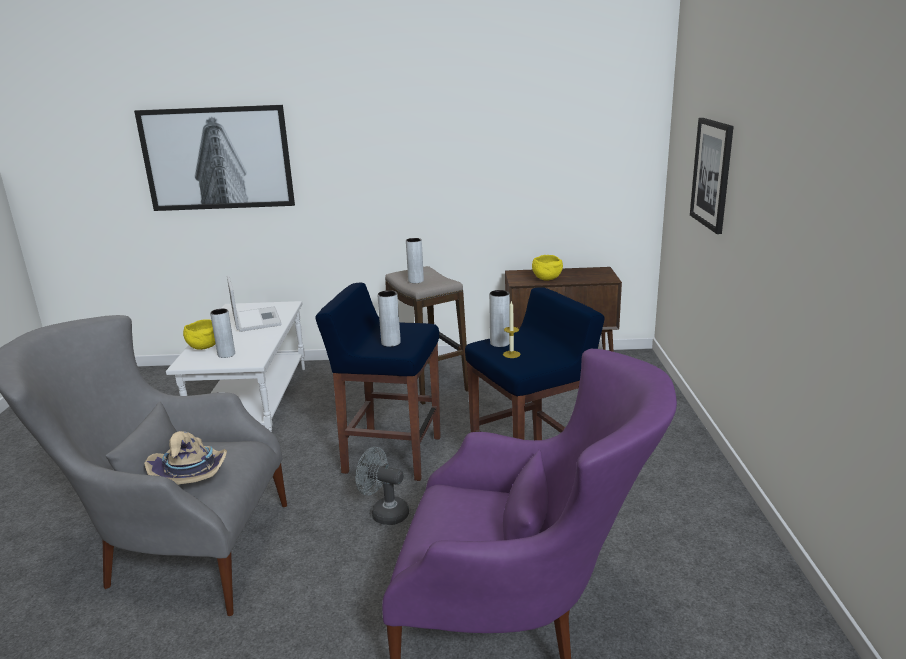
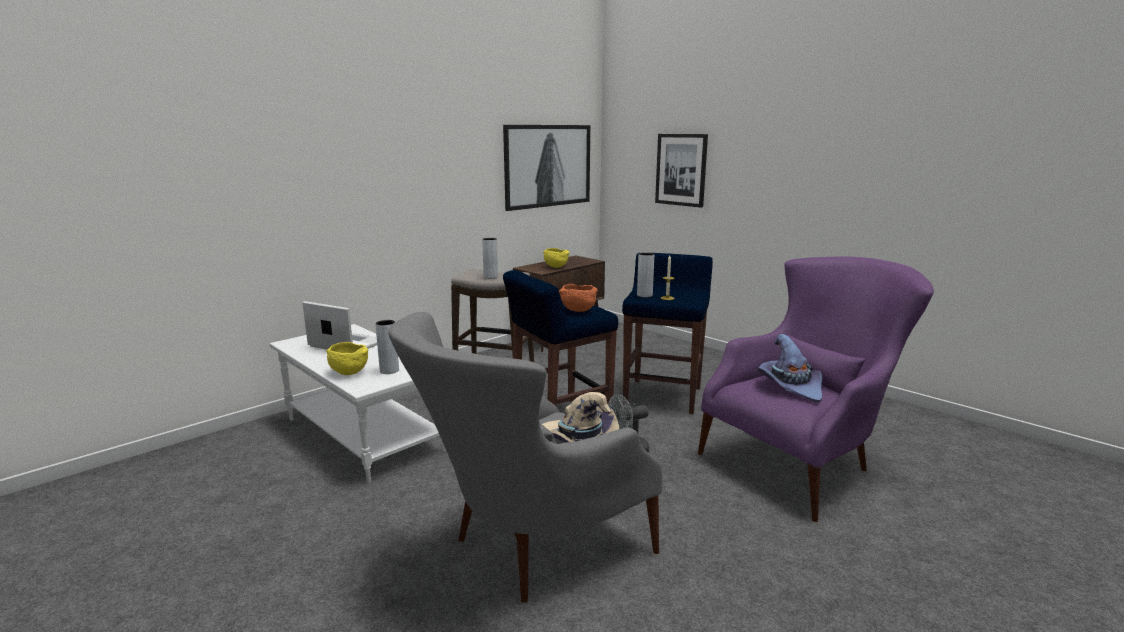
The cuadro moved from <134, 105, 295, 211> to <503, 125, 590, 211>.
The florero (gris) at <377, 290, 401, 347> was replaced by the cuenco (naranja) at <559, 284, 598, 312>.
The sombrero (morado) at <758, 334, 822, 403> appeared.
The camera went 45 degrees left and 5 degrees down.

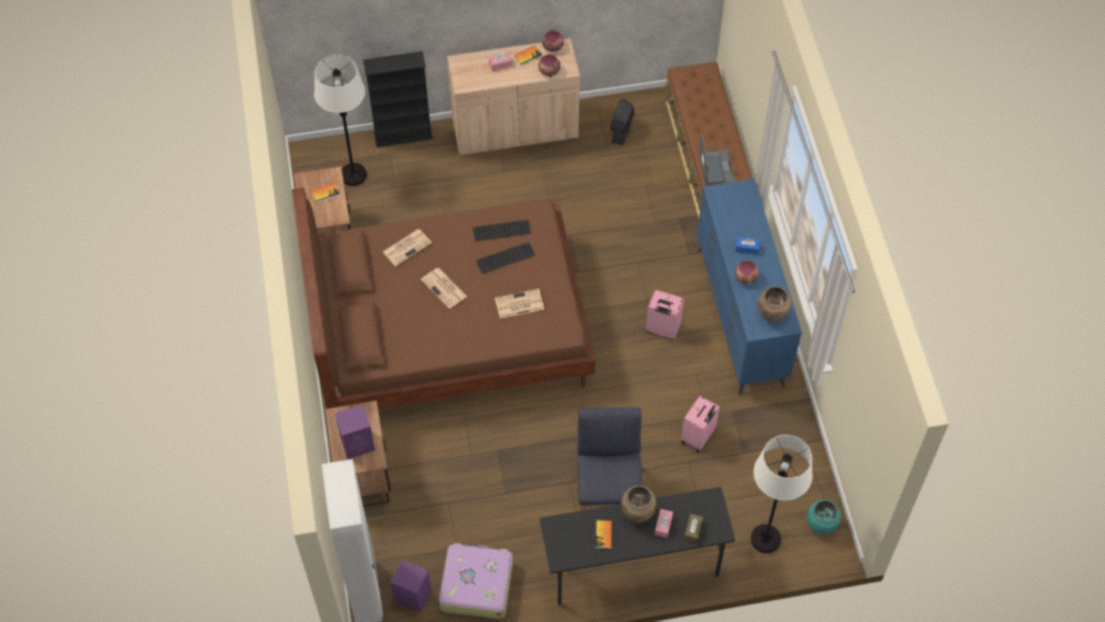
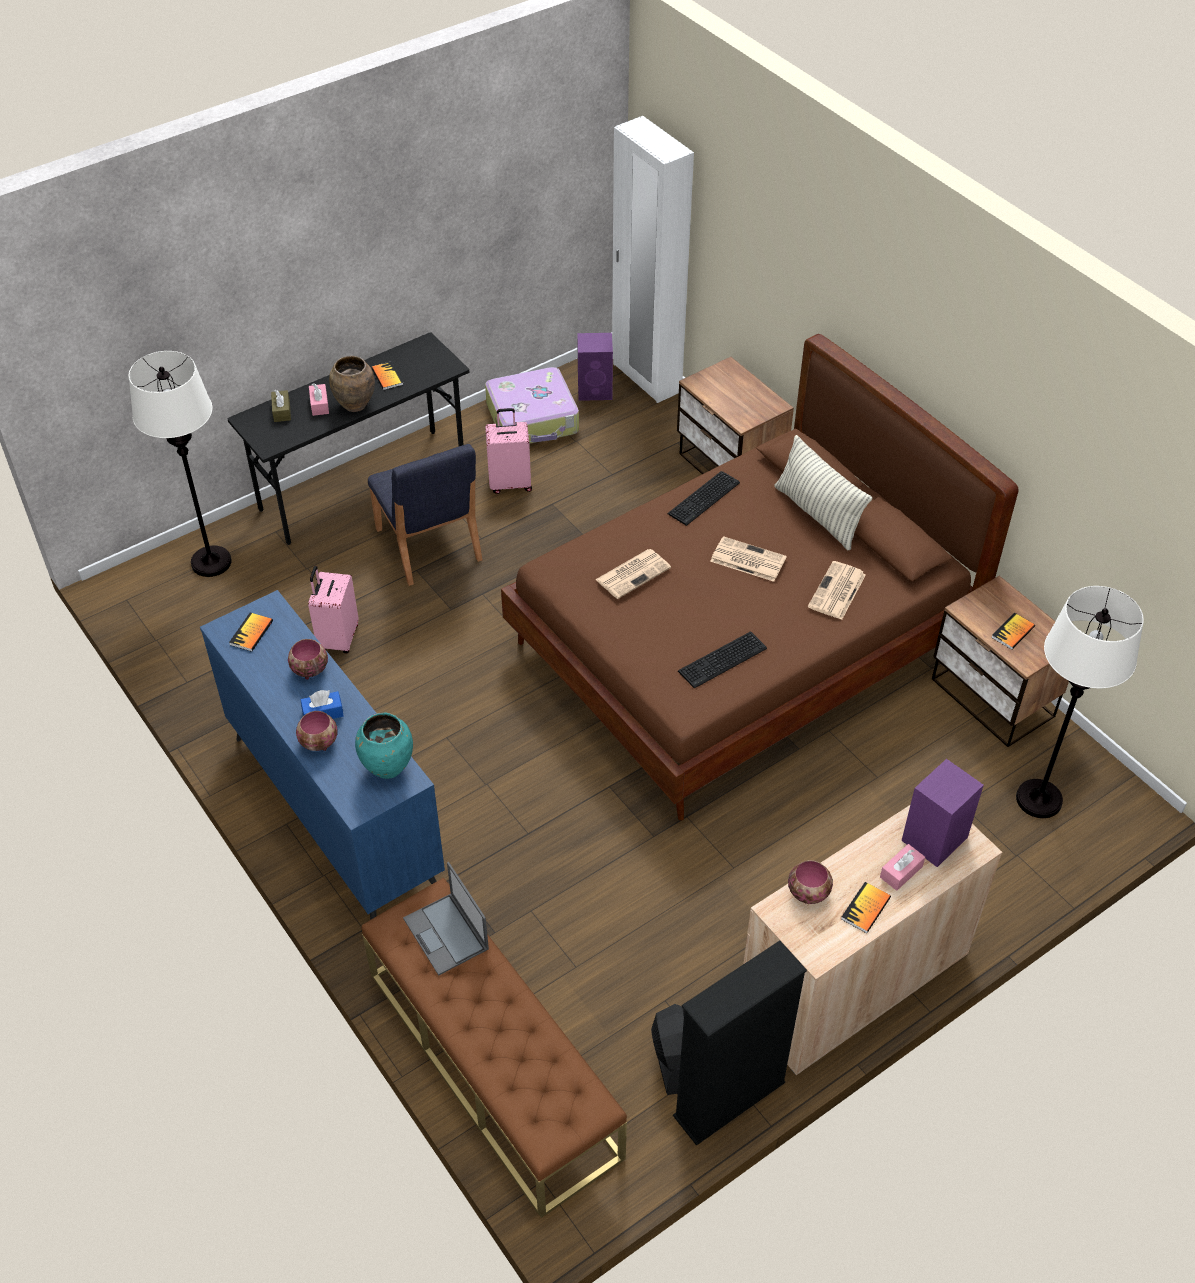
The cuenco moved from <542, 30, 564, 52> to <296, 711, 338, 751>.
The estantería (negro) moved from <363, 51, 433, 147> to <673, 941, 807, 1146>.
The teclado moved from <476, 242, 535, 274> to <667, 471, 740, 526>.
The florero (marrón) at <758, 286, 791, 323> was replaced by the libro at <229, 612, 273, 652>.
The maleta (rosa) moved from <646, 290, 684, 340> to <485, 408, 532, 494>.
The altavoz (morado) moved from <335, 405, 375, 459> to <902, 759, 984, 867>.
The florero (turquesa) moved from <807, 500, 841, 535> to <355, 713, 413, 779>.
The cojín at <774, 435, 873, 550> appeared.
The camera went 155 degrees right and 10 degrees down.

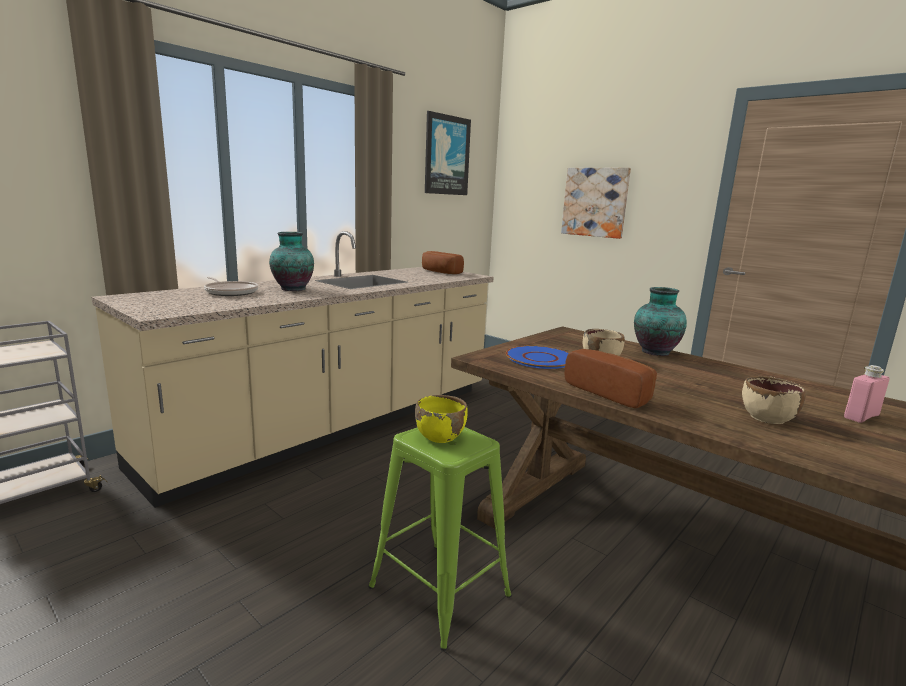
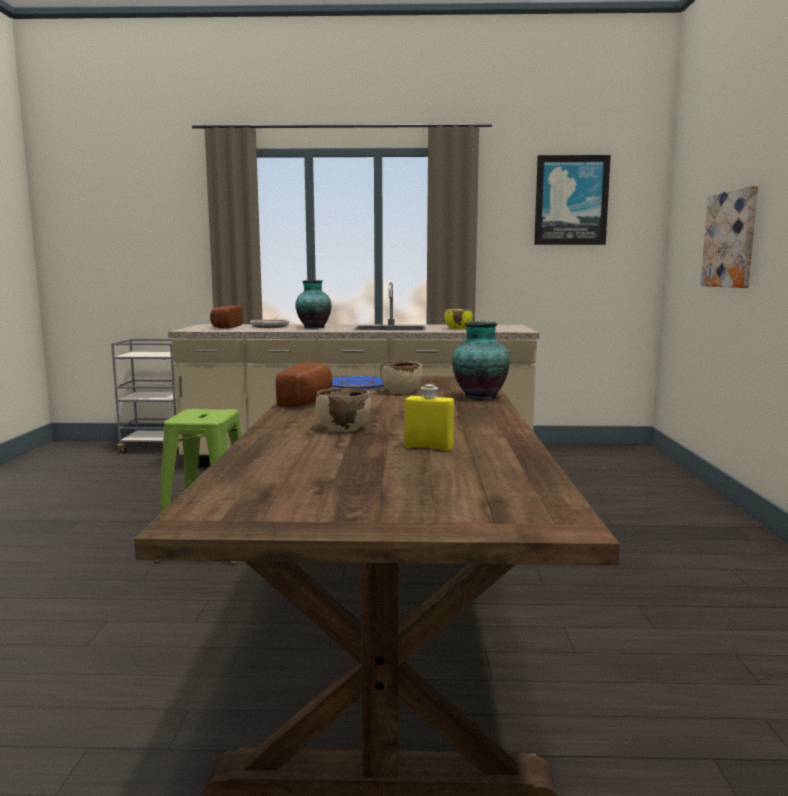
The pan moved from <422, 251, 464, 274> to <210, 305, 243, 329>.
The botella (rosa) at <844, 365, 890, 423> became the botella (amarillo) at <404, 384, 454, 451>.
The cuenco (amarillo) moved from <415, 395, 467, 443> to <444, 309, 473, 330>.
The camera went 50 degrees right and 5 degrees down.

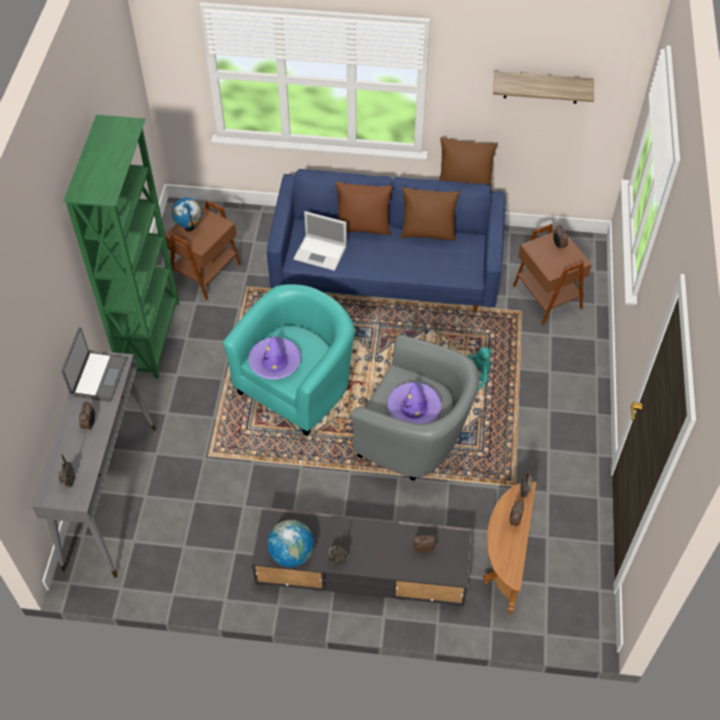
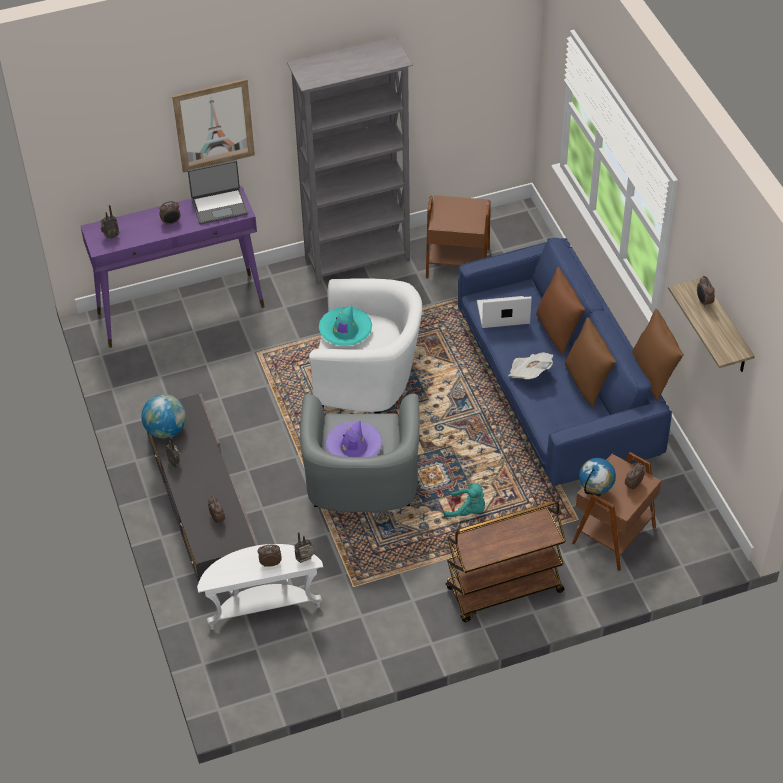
The estantería (verde) at <63, 115, 179, 378> became the estantería (gris) at <287, 37, 413, 285>.
The globo terráqueo moved from <172, 197, 202, 231> to <579, 458, 616, 496>.
The portátil at <294, 211, 347, 271> turned 90 degrees clockwise.
The sillón (turquesa) at <223, 284, 355, 436> became the sillón (blanco) at <309, 278, 422, 414>.
The sombrero (morado) at <248, 335, 301, 380> became the sombrero (turquesa) at <319, 305, 372, 346>.
The mesa consola (gris) at <32, 350, 156, 578> became the mesa consola (morado) at <81, 186, 265, 348>.
The mesa auxiliar (marrón) at <483, 481, 536, 614> became the mesa auxiliar (blanco) at <197, 544, 323, 630>.
The cuadro at <172, 79, 255, 173> appeared.
The despertador at <697, 276, 715, 307> appeared.
The periódico at <508, 352, 553, 379> appeared.
The carrito (marrón) at <446, 501, 566, 622> appeared.
The camera went 65 degrees right and 5 degrees down.

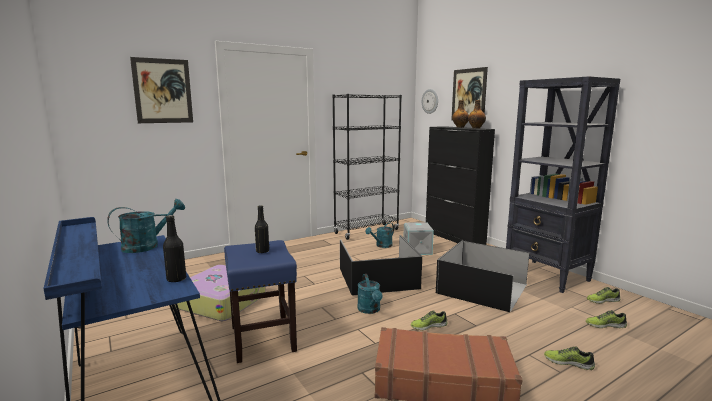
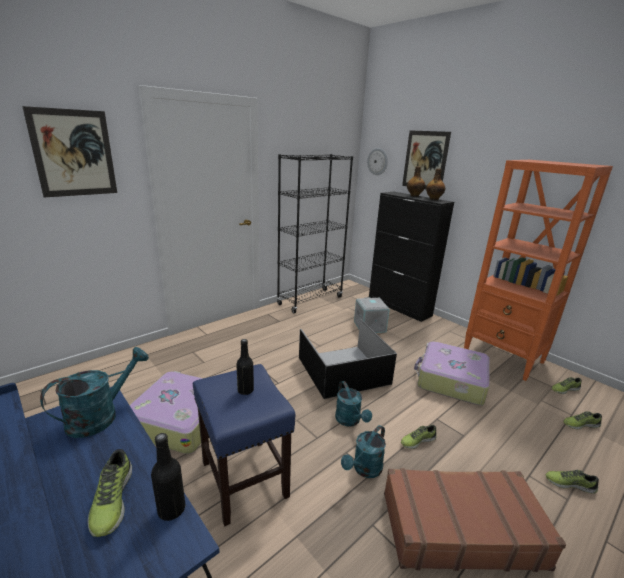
The estantería (negro) at <506, 76, 620, 293> became the estantería (naranja) at <464, 160, 613, 381>.
The regadera (turquesa) moved from <366, 223, 394, 248> to <341, 425, 386, 478>.
The caja de almacenaje (negro) at <436, 240, 529, 312> was replaced by the maleta at <414, 341, 490, 405>.
The zapato at <88, 449, 132, 537> appeared.
The camera went 10 degrees left and 10 degrees up.

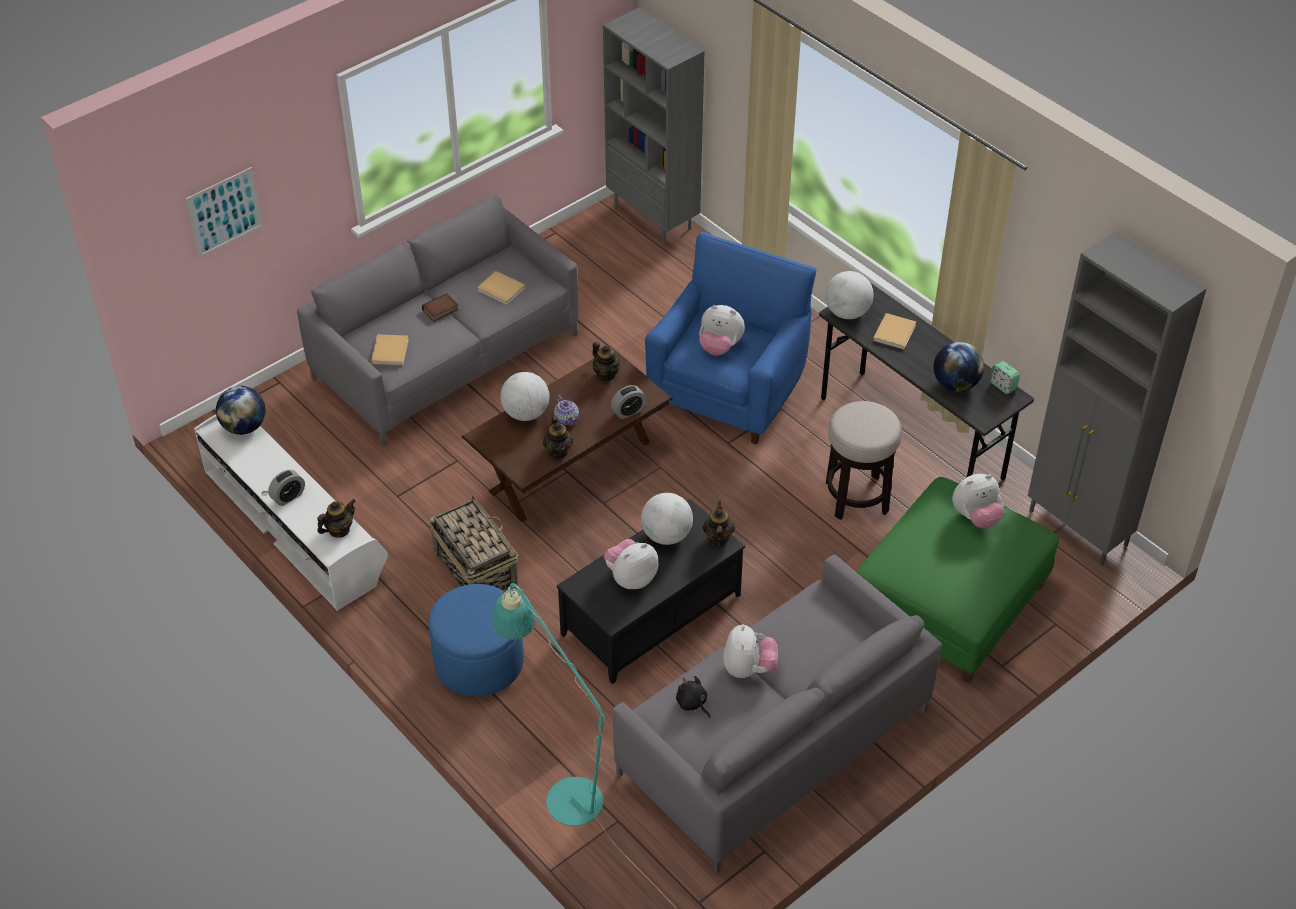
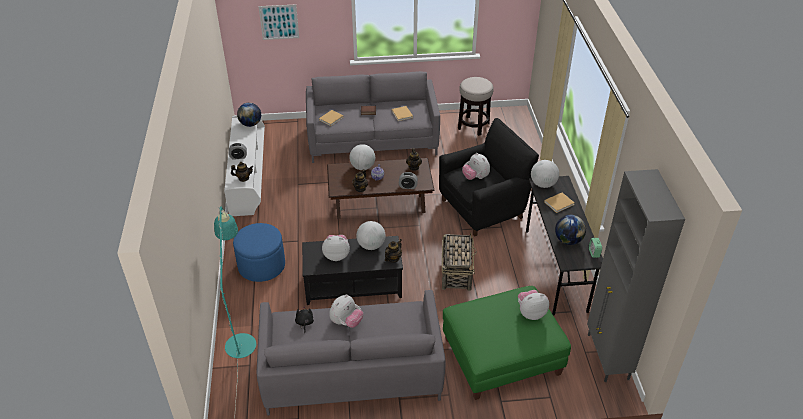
The estantería (gris) at <603, 7, 705, 245> disappeared.
The sillón (azul) at <645, 232, 816, 445> became the sillón (negro) at <439, 118, 539, 237>.
The taburete moved from <826, 401, 902, 520> to <458, 77, 494, 136>.
The peluche at <952, 474, 1004, 528> turned 150 degrees clockwise.
The cesta moved from <429, 494, 519, 592> to <442, 233, 477, 291>.
The camera went 35 degrees right and 5 degrees down.

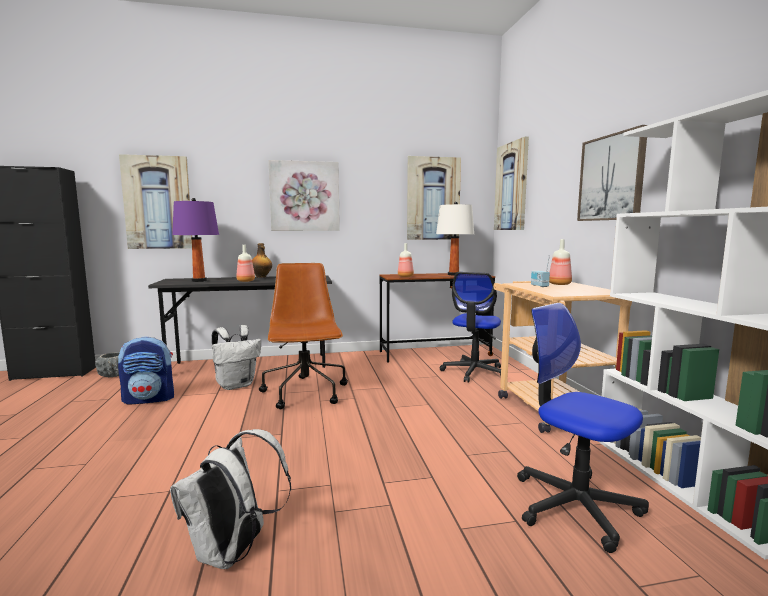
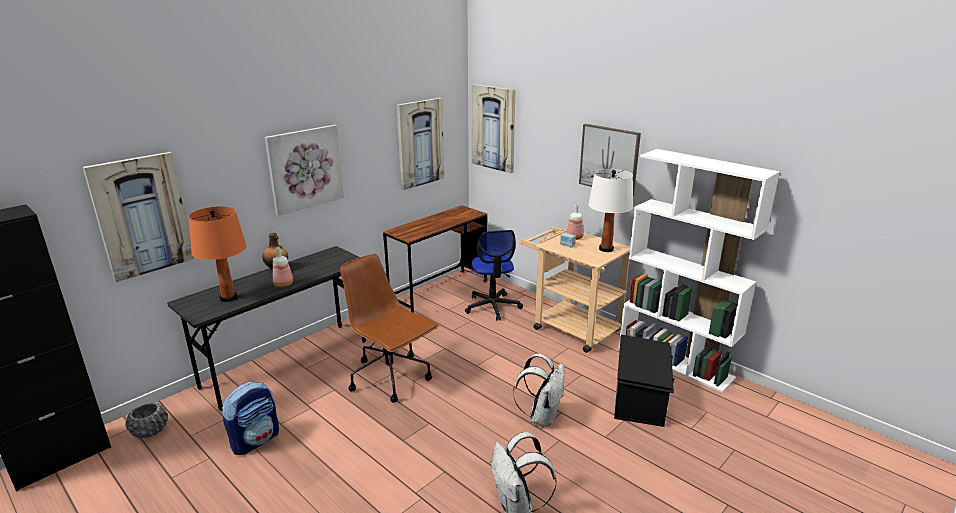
The lámpara de mesa (morado) at <172, 198, 219, 282> became the lámpara de mesa (naranja) at <189, 206, 246, 302>.
The lámpara de mesa (blanco) moved from <436, 202, 474, 276> to <588, 169, 633, 252>.
The botella at <398, 243, 414, 277> disappeared.
The silla de oficina at <517, 303, 649, 553> was replaced by the caja de almacenaje (negro) at <614, 335, 674, 427>.
The mochila (blanco) moved from <212, 325, 261, 390> to <513, 354, 565, 427>.
The camera went 35 degrees left and 15 degrees up.

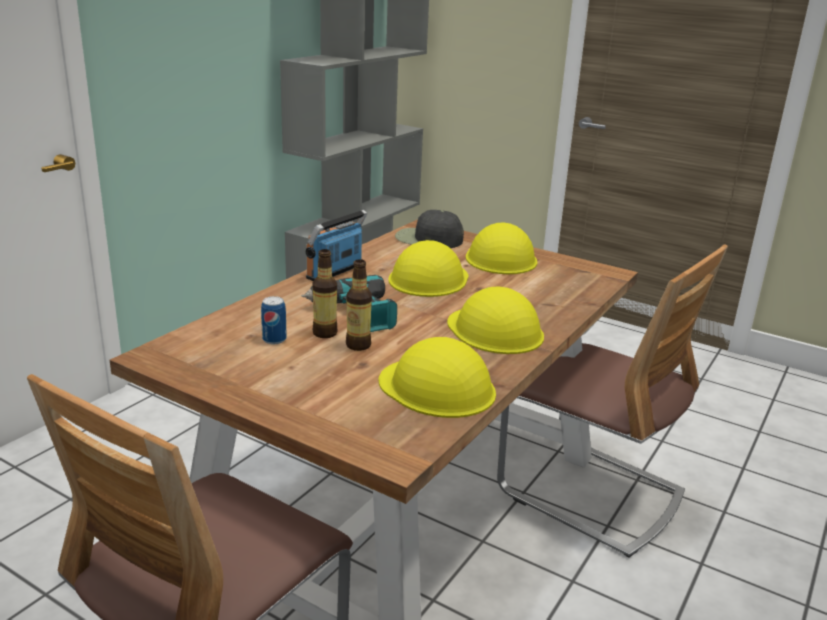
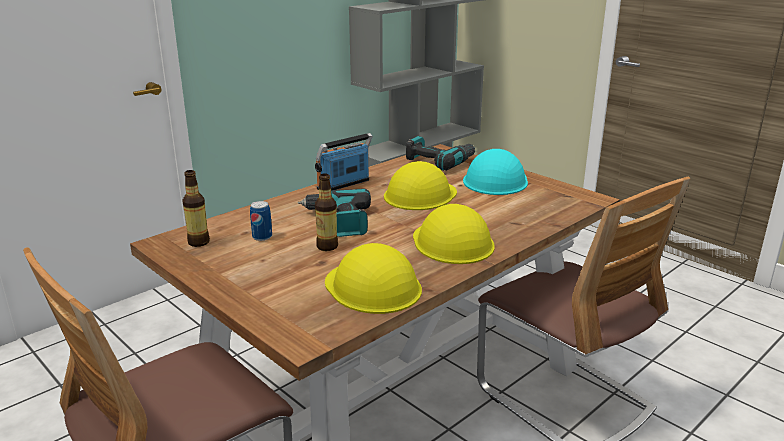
The gorra (negro) at <395, 210, 464, 248> was replaced by the taladro at <406, 136, 475, 171>.
The casco (amarillo) at <466, 222, 537, 274> became the casco (turquesa) at <463, 149, 528, 195>.
The botella moved from <312, 249, 338, 338> to <182, 170, 210, 247>.
The camera went 15 degrees right and 0 degrees up.

